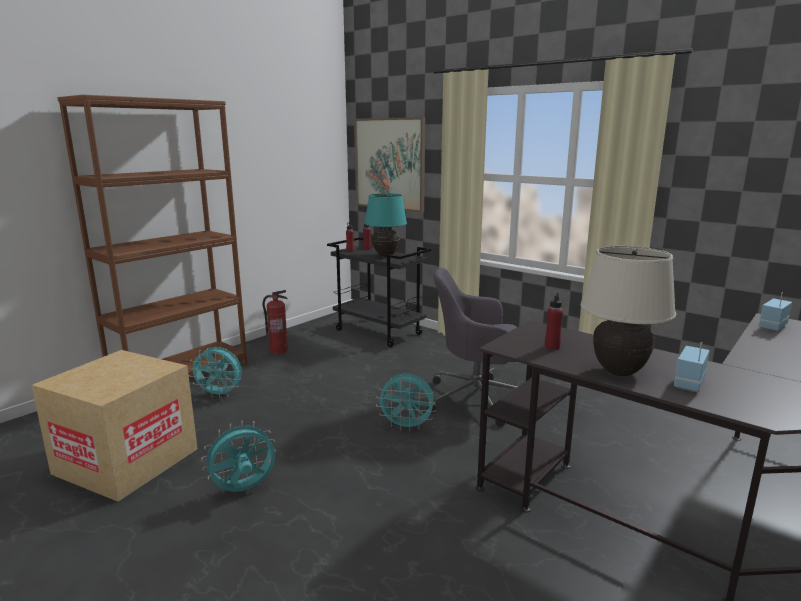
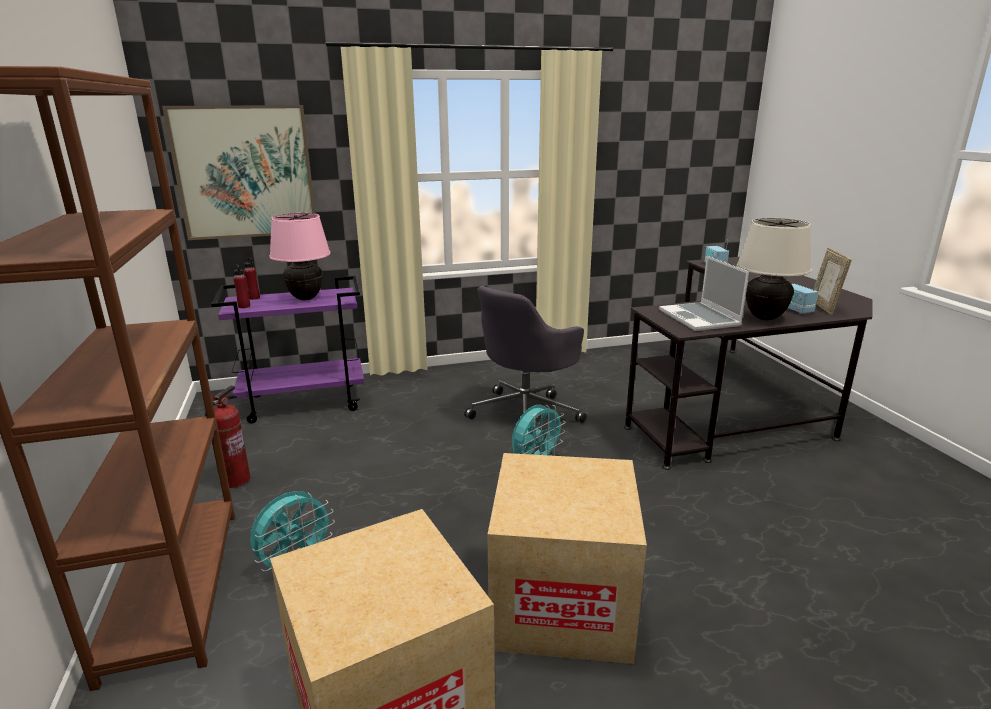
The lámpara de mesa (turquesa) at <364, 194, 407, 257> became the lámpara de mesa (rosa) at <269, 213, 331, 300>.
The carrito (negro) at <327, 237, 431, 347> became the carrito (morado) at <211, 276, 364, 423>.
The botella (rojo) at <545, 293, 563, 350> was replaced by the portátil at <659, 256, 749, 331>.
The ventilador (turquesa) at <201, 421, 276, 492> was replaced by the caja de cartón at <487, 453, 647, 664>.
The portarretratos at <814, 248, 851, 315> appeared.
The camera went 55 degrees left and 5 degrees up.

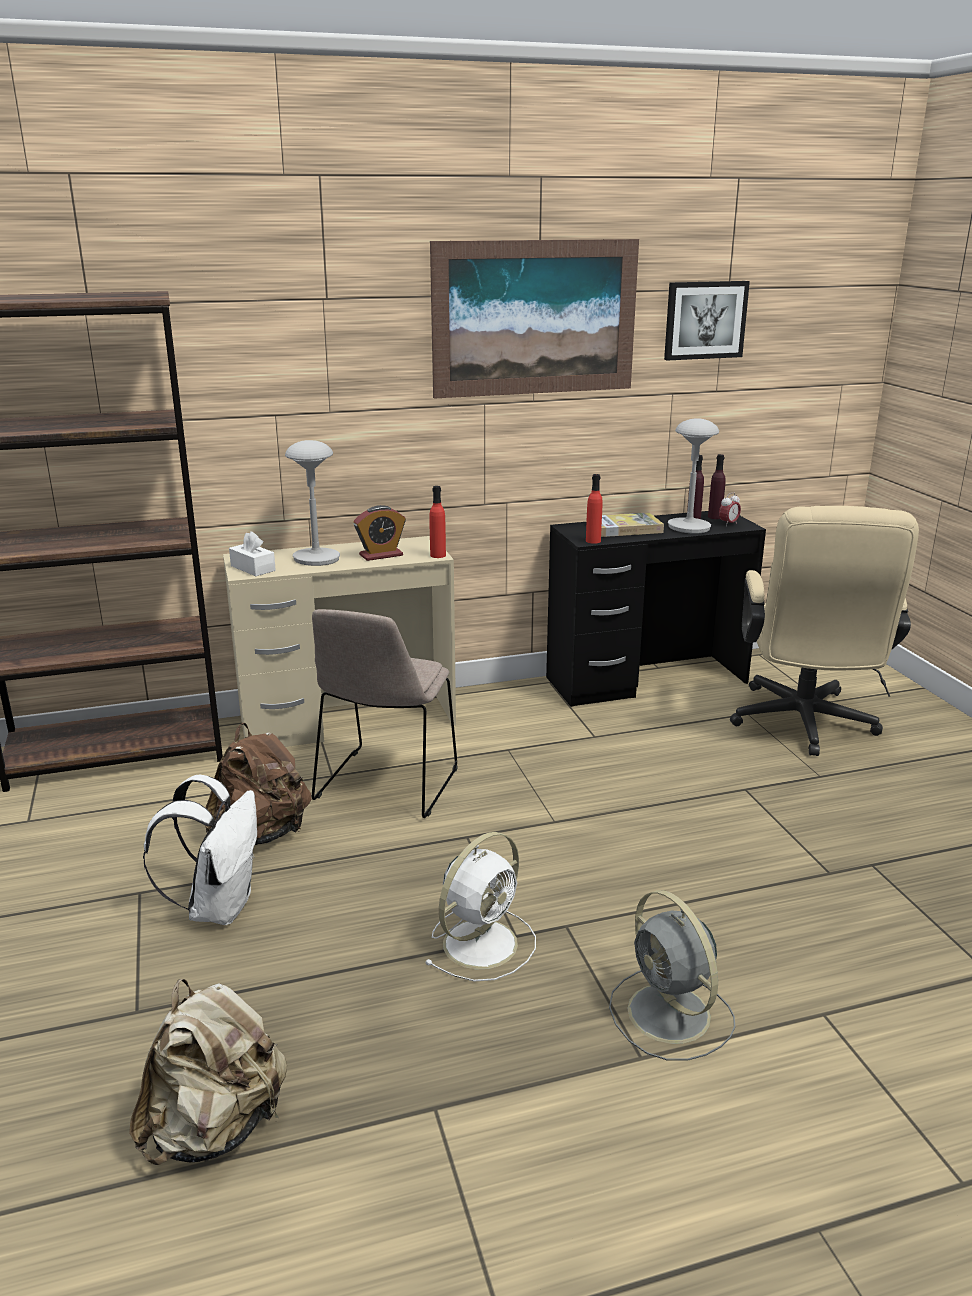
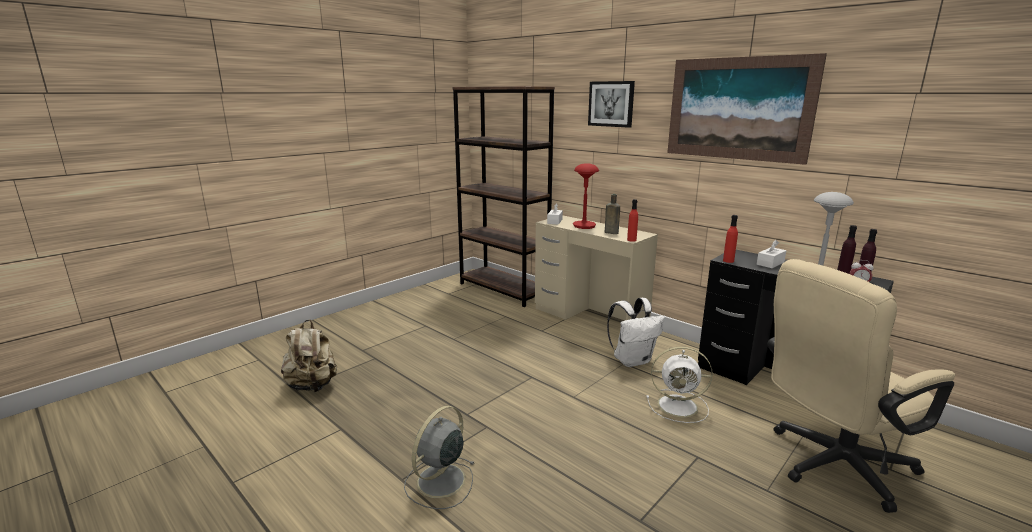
The cuadro moved from <664, 281, 750, 360> to <588, 81, 635, 128>.
The lámpara de mesa (gris) at <285, 440, 340, 566> became the lámpara de mesa (rojo) at <573, 163, 599, 229>.
The despertador at <354, 505, 406, 561> was replaced by the botella (marrón) at <605, 194, 620, 234>.
The libro at <601, 512, 664, 537> was replaced by the caja de pañuelos (blanco) at <757, 240, 786, 268>.
The silla (beis) at <312, 609, 457, 818> disappeared.
The mochila (marrón) at <205, 723, 311, 845> disappeared.
The mochila (blanco) moved from <143, 775, 257, 925> to <607, 298, 665, 367>.
The ventilador (blanco) moved from <424, 832, 536, 981> to <646, 346, 713, 423>.
The camera went 60 degrees right and 5 degrees down.

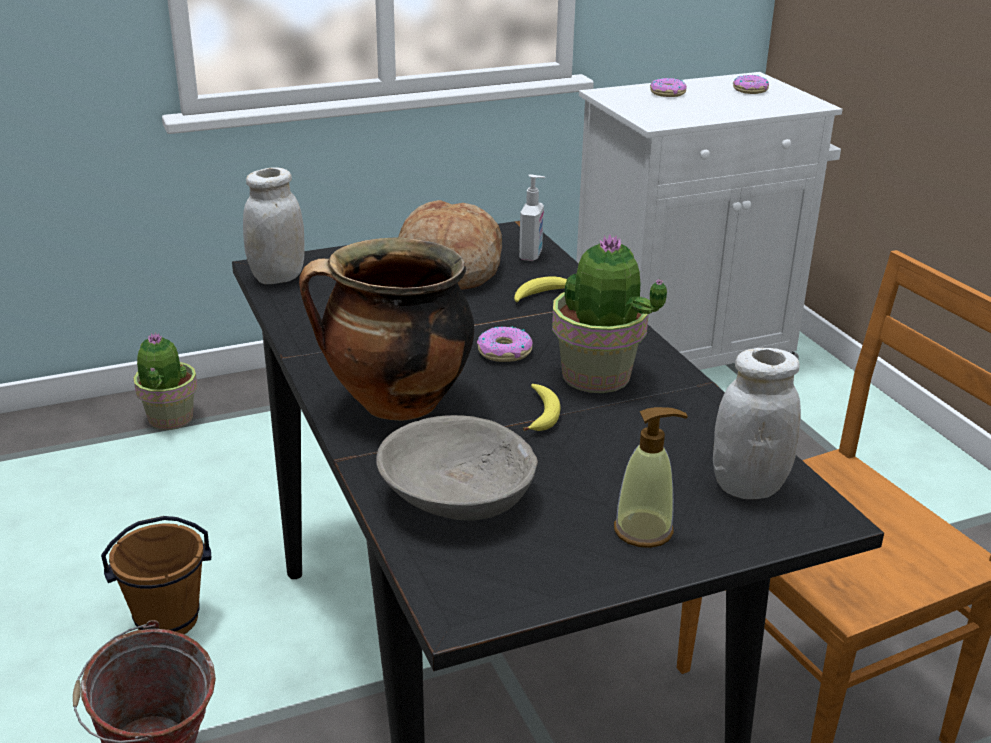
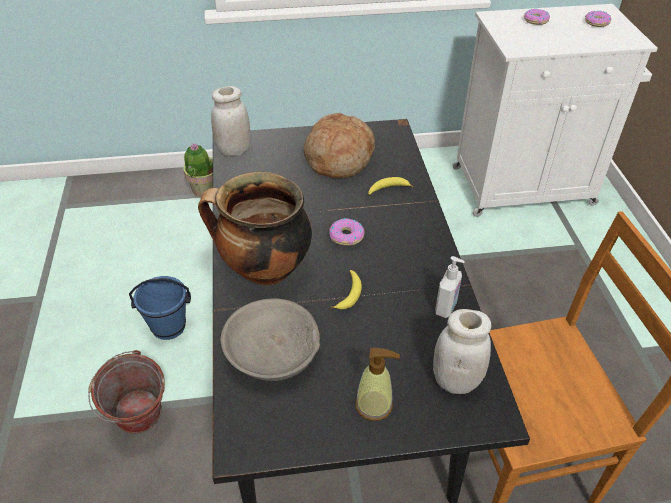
The dispensador de jabón moved from <519, 174, 545, 261> to <435, 256, 465, 318>.
The planta en maceta at <552, 235, 667, 393> disappeared.
The cubo (marrón) at <101, 516, 211, 634> became the cubo (azul) at <129, 276, 191, 340>.
The camera went 15 degrees right and 15 degrees up.

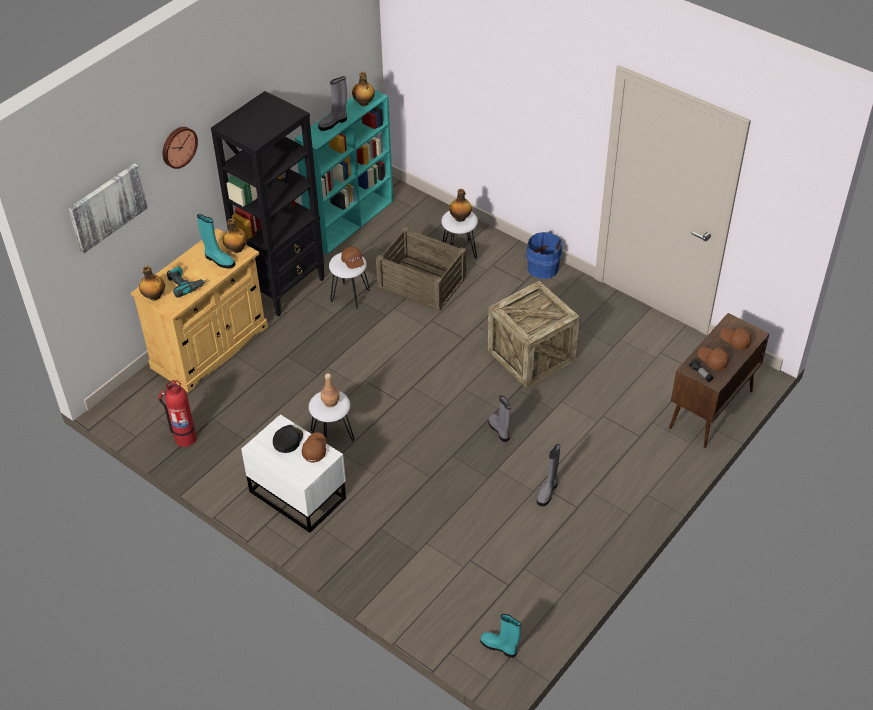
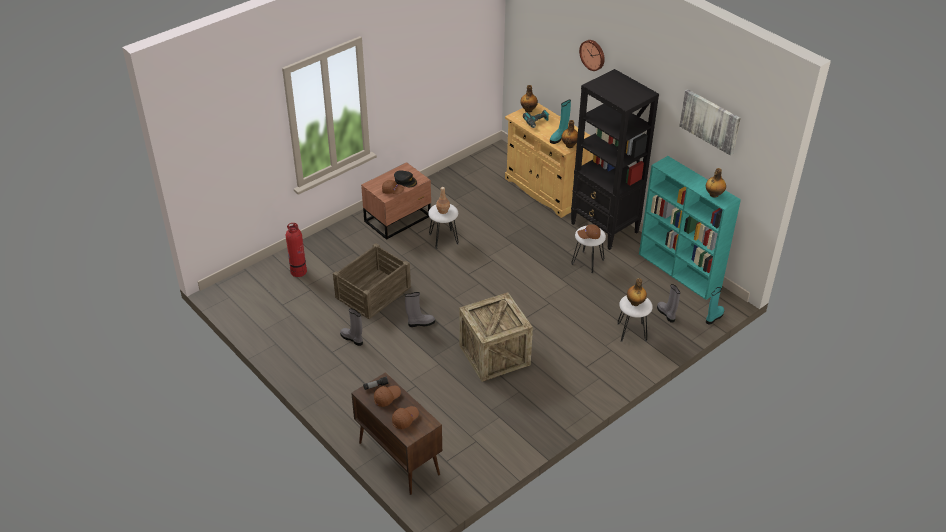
The bota (gris) moved from <318, 76, 347, 131> to <657, 284, 680, 323>.
The cuadro moved from <68, 163, 148, 253> to <679, 89, 741, 156>.
The caja de embalaje moved from <376, 226, 467, 311> to <333, 243, 411, 319>.
The cubo (azul) at <524, 231, 562, 279> disappeared.
The extintor moved from <158, 380, 197, 447> to <286, 223, 307, 277>.
The mesita de noche (blanco) at <241, 414, 346, 533> became the mesita de noche (marrón) at <361, 162, 431, 240>.
The bota (turquesa) moved from <480, 614, 521, 658> to <706, 287, 724, 325>.
The camera went 100 degrees right and 5 degrees down.

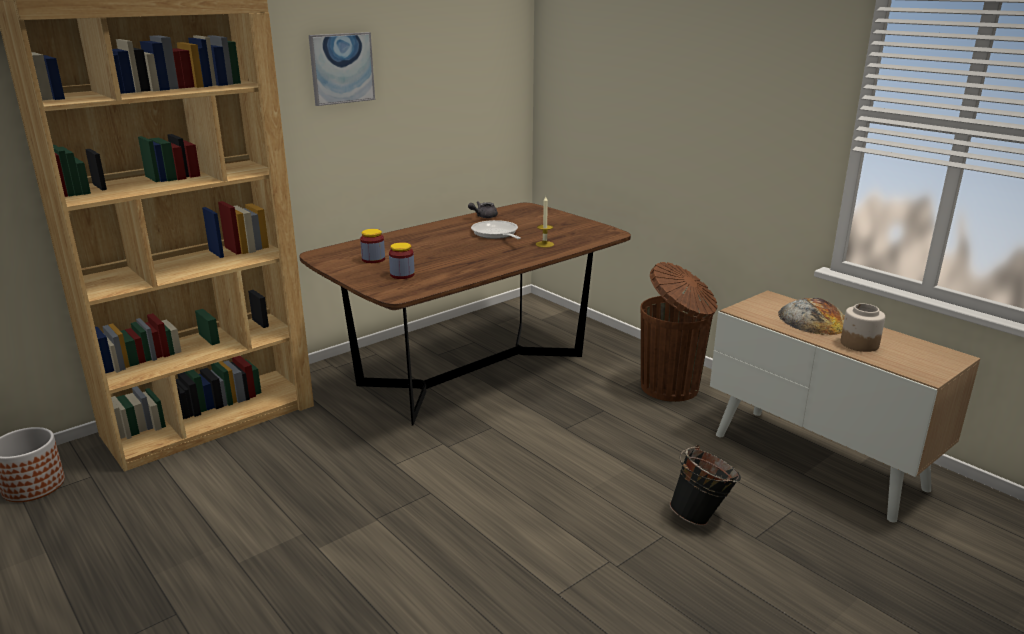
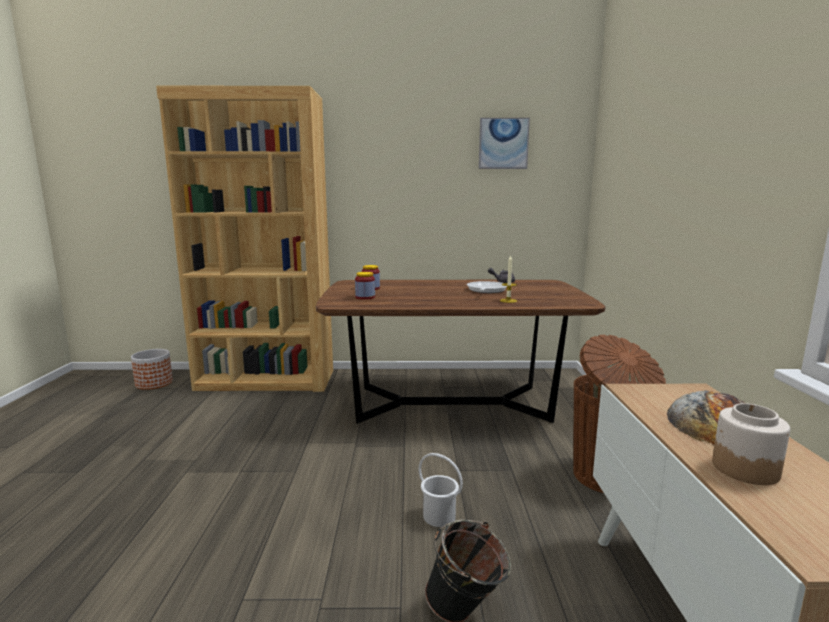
The cuadro moved from <309, 32, 375, 106> to <479, 118, 530, 169>.
The cubo (blanco) at <418, 453, 463, 527> appeared.
The camera went 40 degrees right and 10 degrees down.

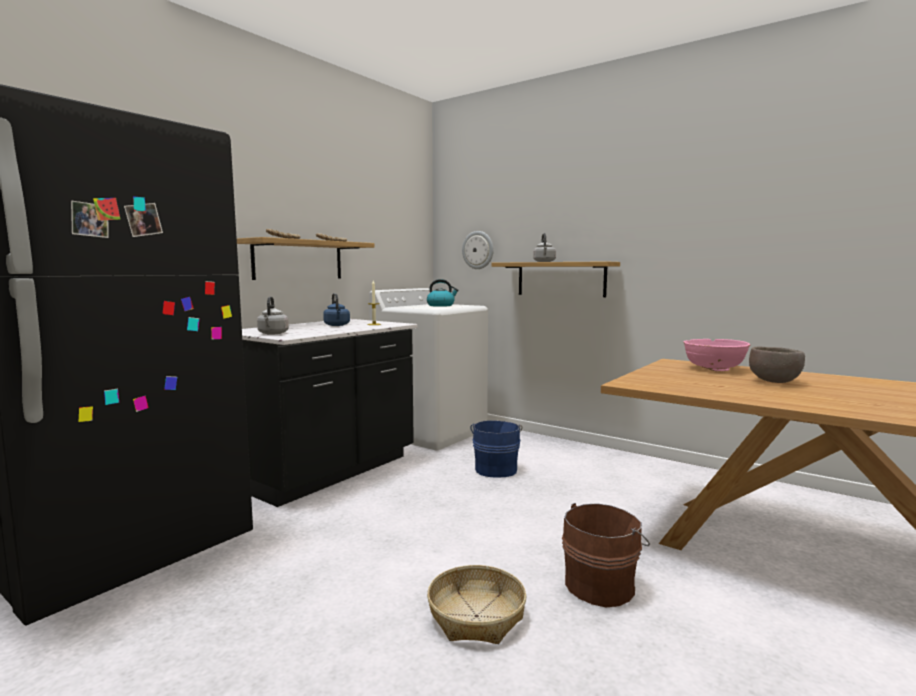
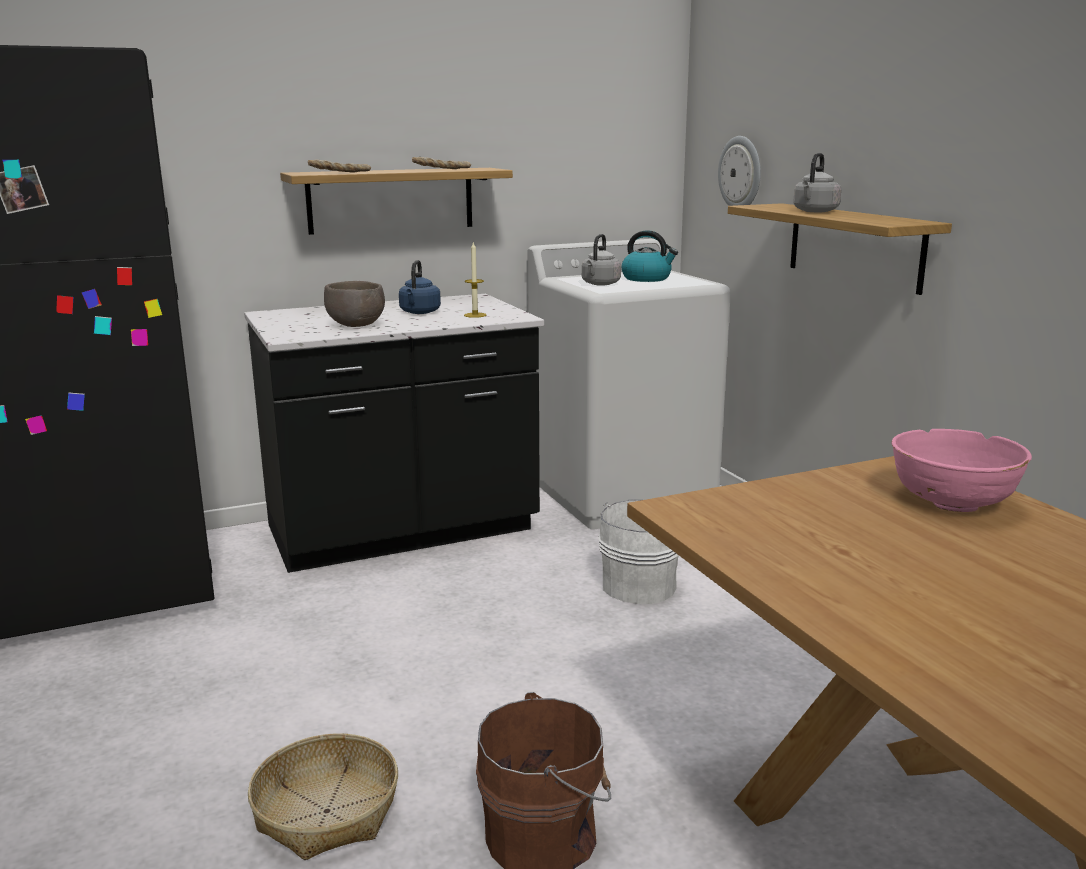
The hervidor (gris) moved from <257, 296, 289, 335> to <582, 234, 621, 286>.
The cuenco (marrón) moved from <749, 347, 805, 383> to <324, 281, 385, 327>.
The cubo (azul) at <470, 420, 522, 478> became the cubo (blanco) at <598, 500, 679, 604>.
The camera went 30 degrees right and 10 degrees up.

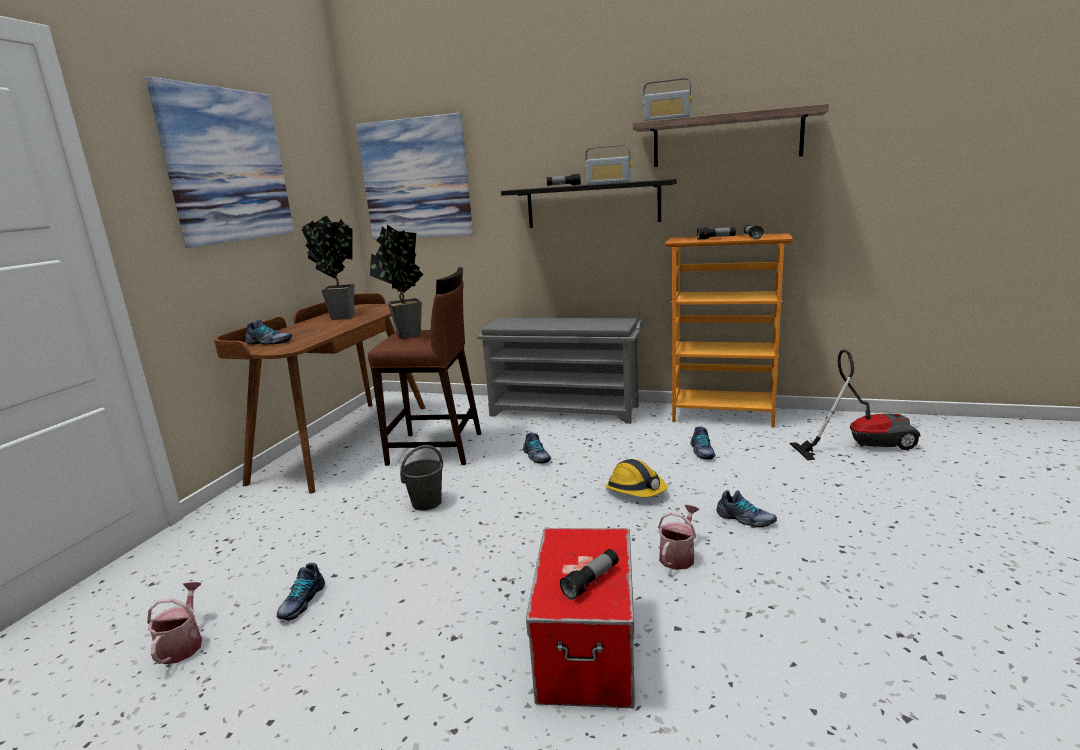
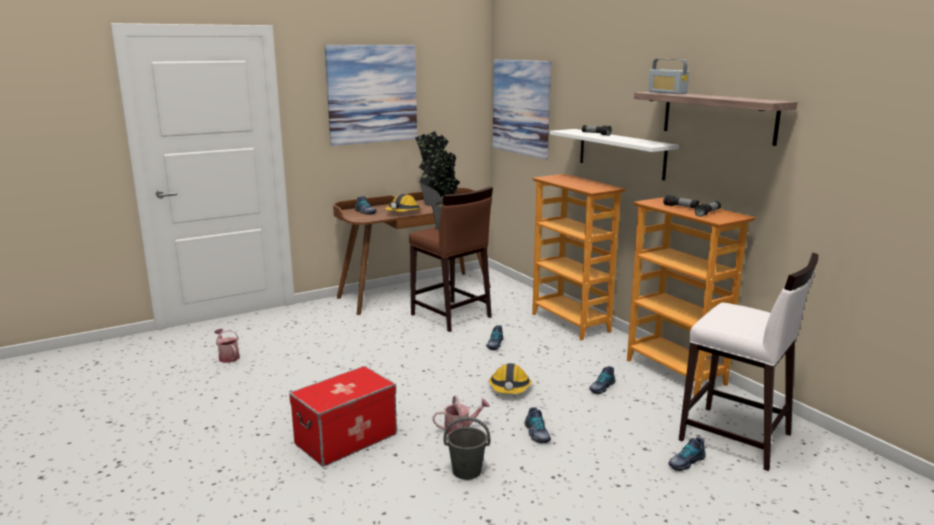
The radio at <585, 145, 631, 185> disappeared.
The estante (negro) at <501, 179, 677, 228> became the estante (blanco) at <550, 129, 679, 181>.
The zapatero (gris) at <477, 318, 643, 424> was replaced by the estantería at <532, 174, 626, 340>.
The aspiradora at <790, 349, 921, 460> was replaced by the taburete (blanco) at <679, 252, 818, 471>.
The cubo (gris) moved from <400, 445, 443, 511> to <444, 417, 491, 480>.
The linterna at <560, 549, 619, 600> disappeared.
The zapato moved from <277, 563, 325, 621> to <668, 437, 706, 471>.
The regadera at <147, 582, 202, 664> turned 75 degrees counterclockwise.
The casco at <386, 194, 421, 212> appeared.
The camera went 40 degrees right and 0 degrees up.

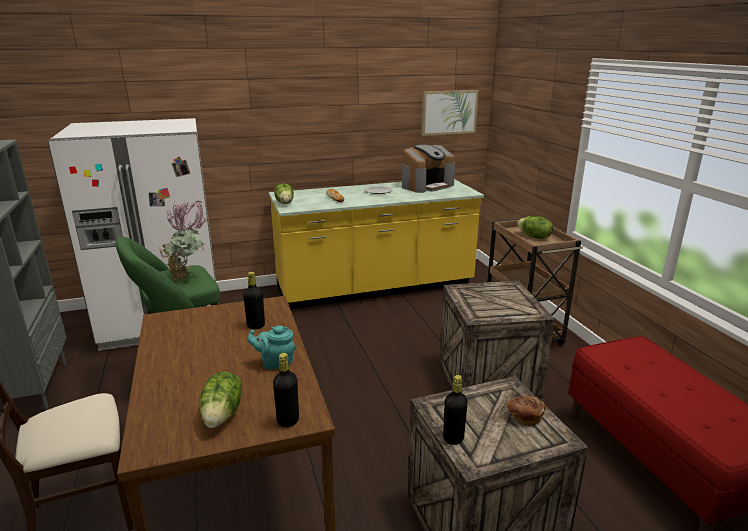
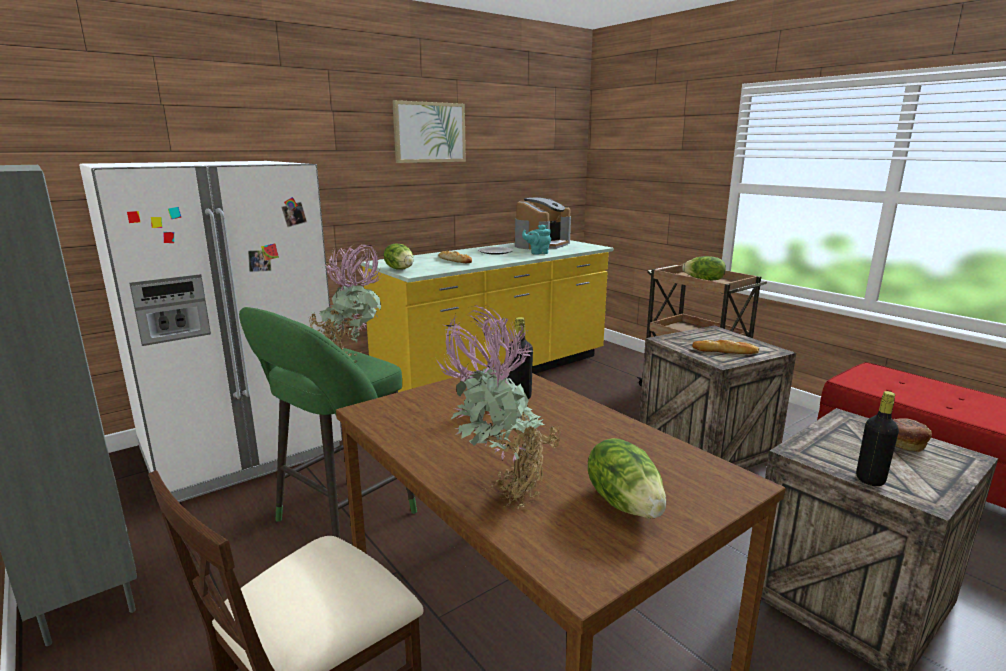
The cuadro moved from <421, 90, 479, 136> to <392, 100, 466, 163>.
The tetera (turquesa) moved from <247, 326, 296, 370> to <522, 224, 551, 255>.
The botella (negro) at <273, 353, 299, 428> disappeared.
The planta en maceta at <436, 305, 562, 508> appeared.
The pan at <692, 340, 759, 354> appeared.
The camera went 20 degrees left and 5 degrees down.

